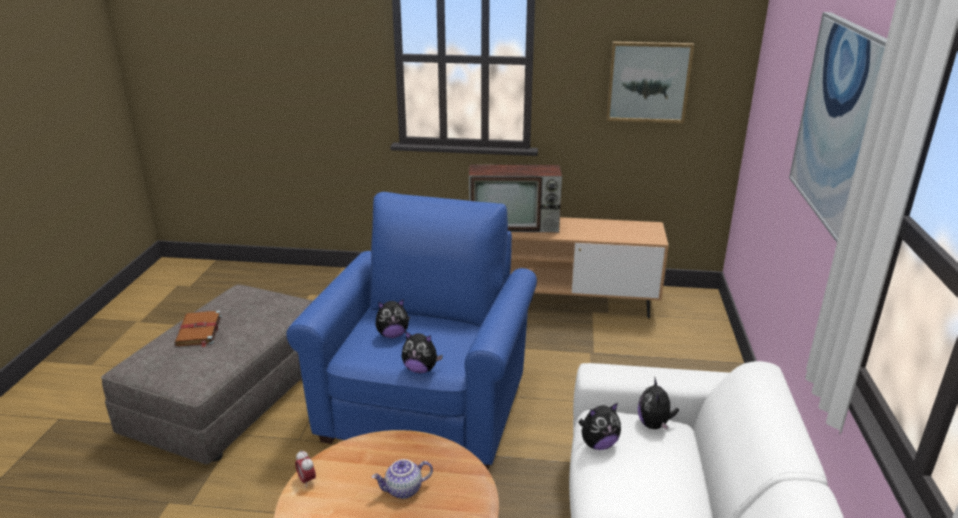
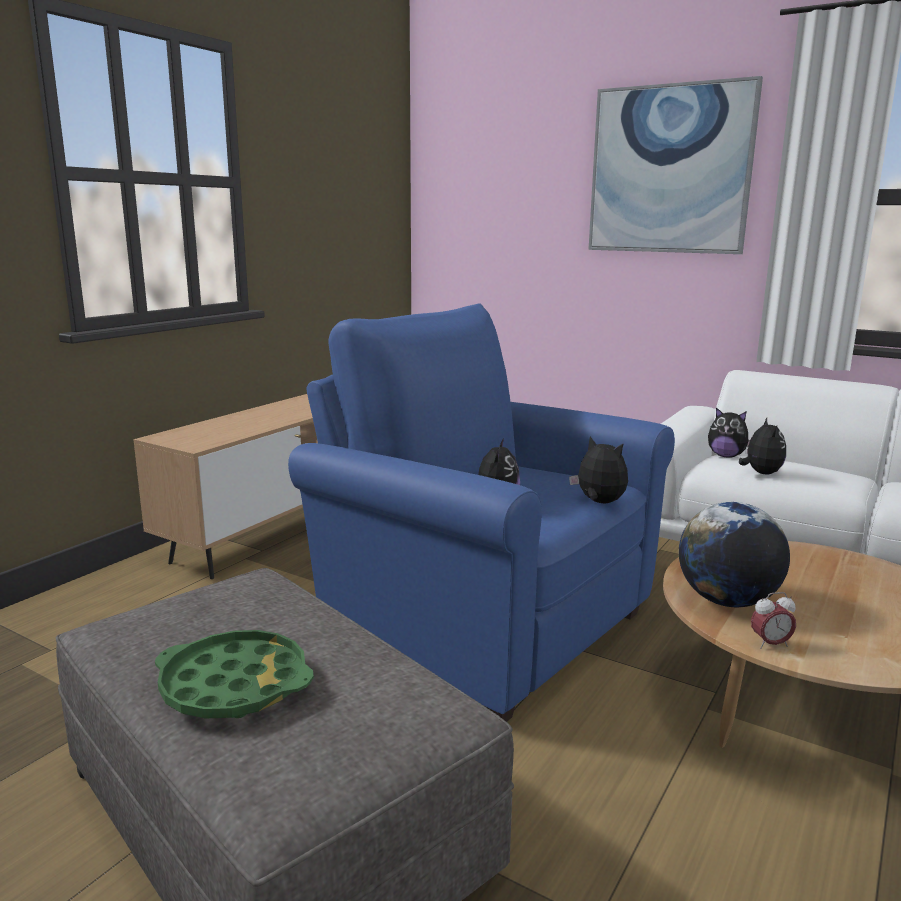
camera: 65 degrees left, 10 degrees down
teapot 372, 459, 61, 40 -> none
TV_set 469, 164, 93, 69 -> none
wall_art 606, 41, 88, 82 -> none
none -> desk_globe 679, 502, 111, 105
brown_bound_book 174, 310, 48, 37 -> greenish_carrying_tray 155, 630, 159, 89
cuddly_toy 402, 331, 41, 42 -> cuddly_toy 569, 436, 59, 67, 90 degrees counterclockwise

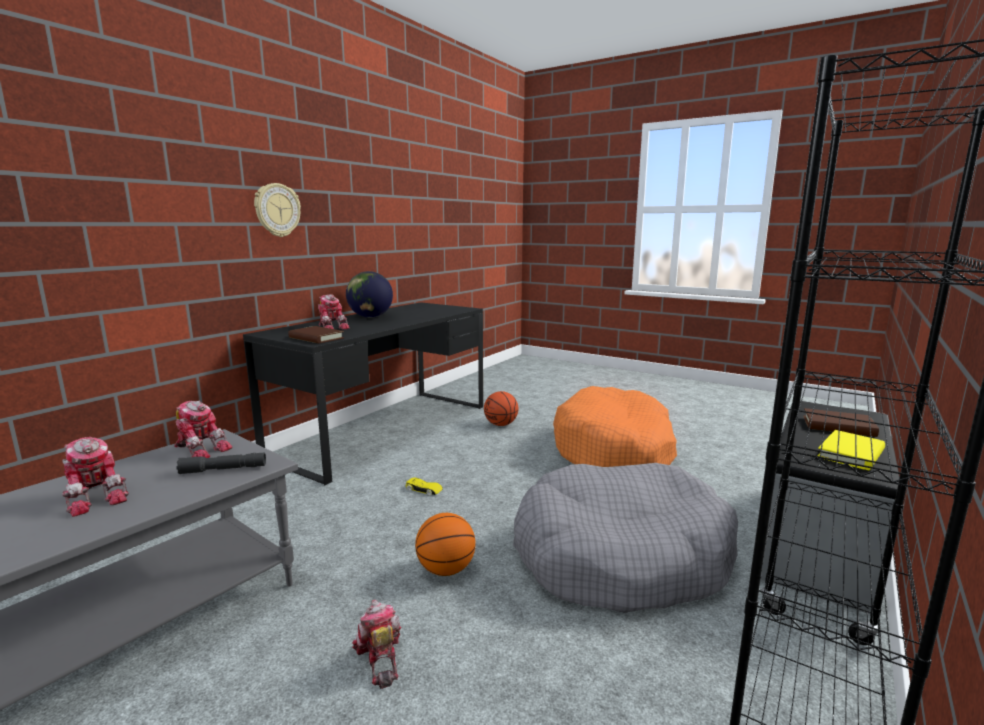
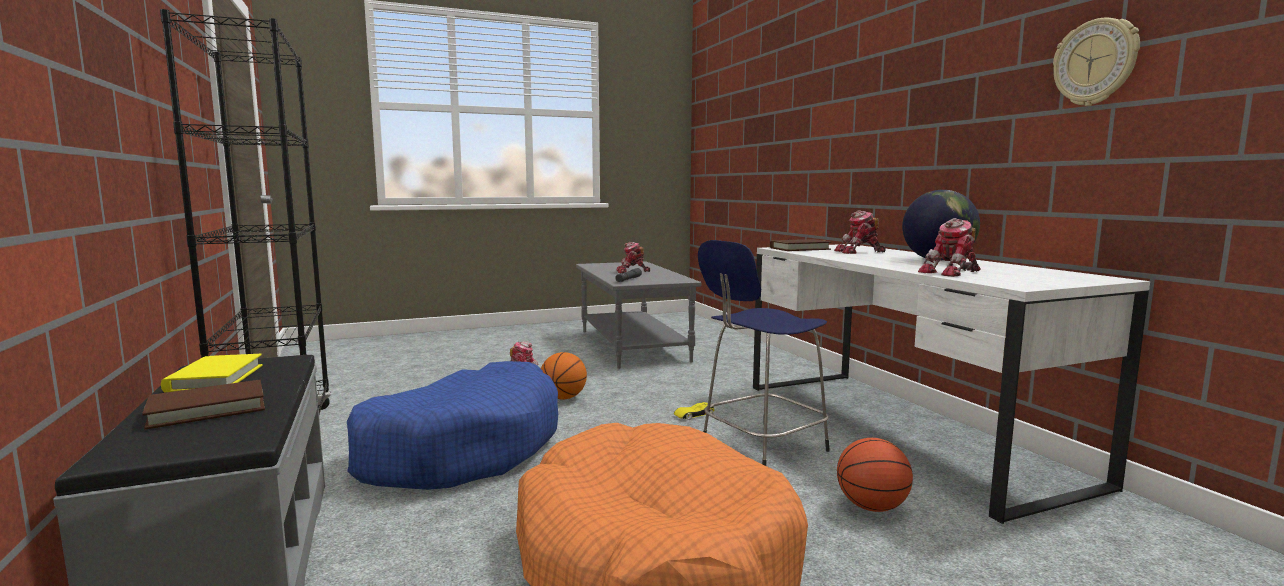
camera: 125 degrees right, 5 degrees down
none -> blue-coloured_stool_seat 698, 240, 132, 226
robot_figure 174, 400, 59, 58 -> robot_figure 918, 218, 63, 59, shifted
hanging_clock 254, 183, 47, 54 -> hanging_clock 1053, 18, 87, 88, shifted
black_desk_unit 243, 302, 240, 183 -> whitish_desk_unit 753, 244, 397, 280
greyish_dog_cushion 513, 463, 225, 150 -> blue-coloured_dog_cushion 347, 361, 211, 129

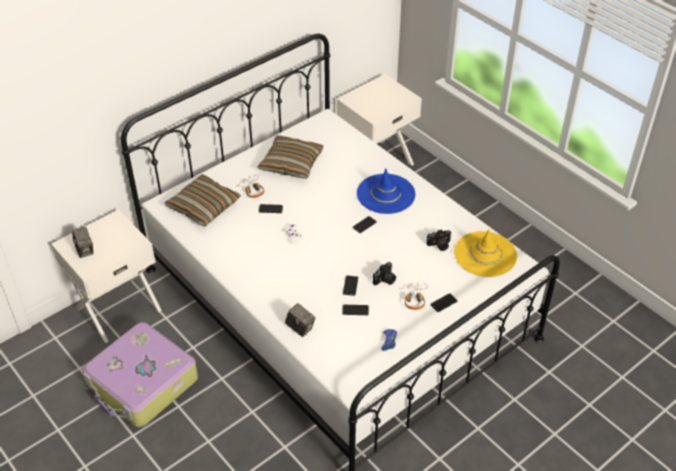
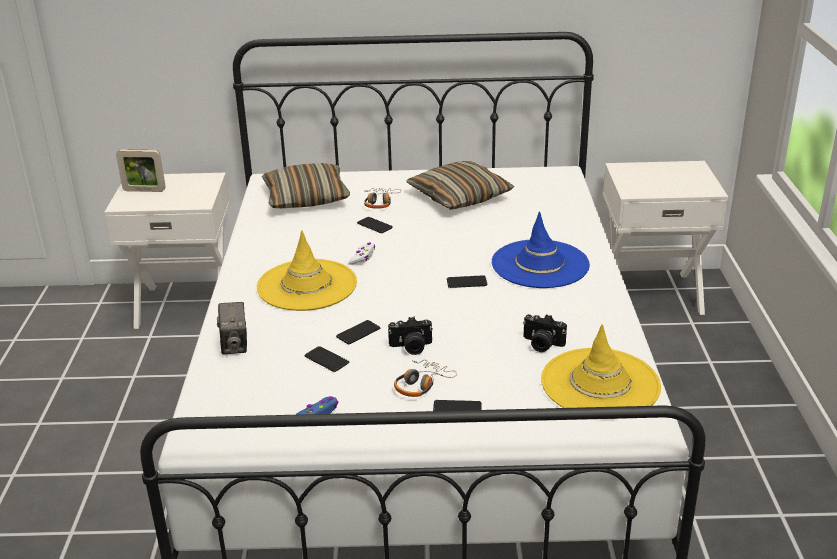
camera: 40 degrees right, 15 degrees down
suitcase 82, 322, 116, 105 -> none
none -> yellowish_hat 257, 230, 100, 81
photo_camera 72, 227, 21, 31 -> standing_frame 116, 149, 50, 43

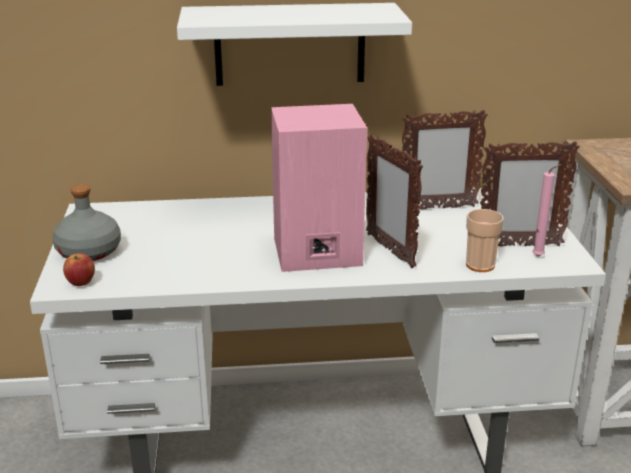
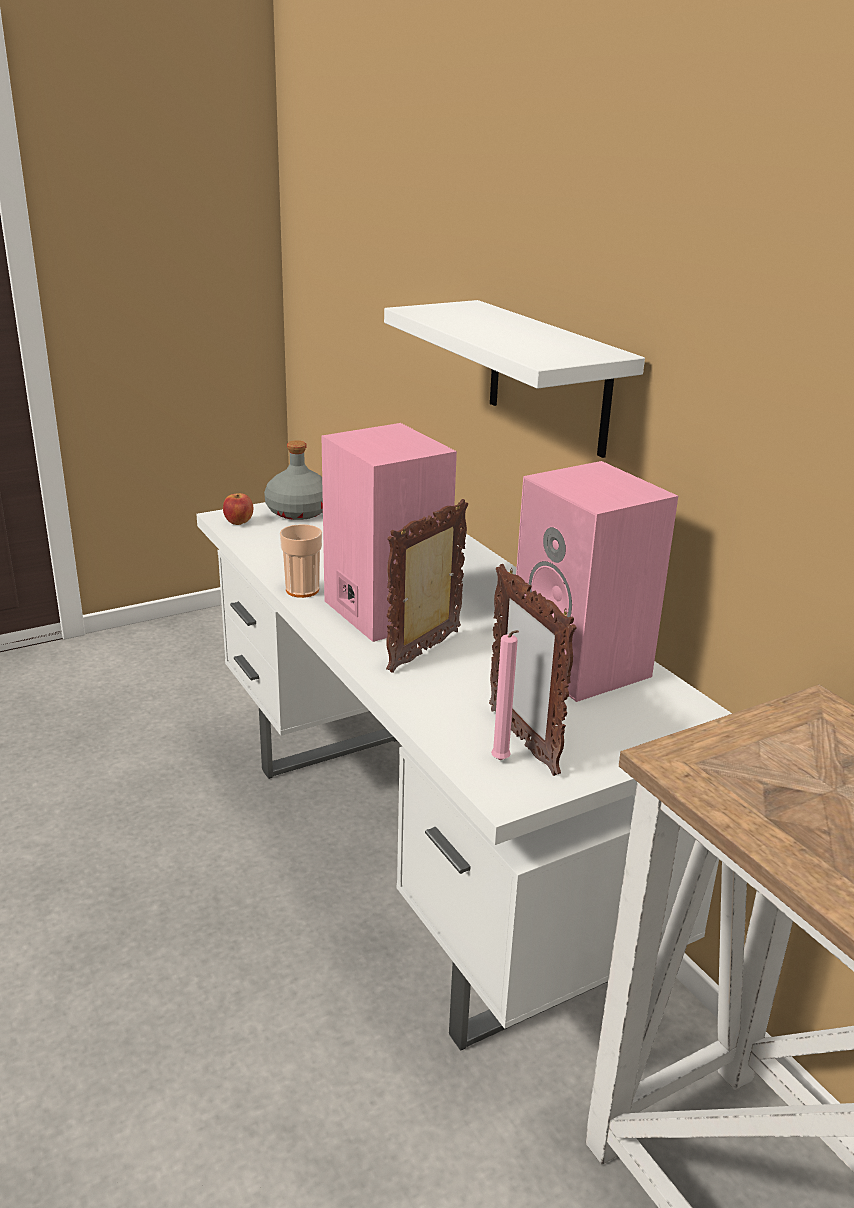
camera: 65 degrees right, 0 degrees up
small_cup 466, 209, 38, 63 -> small_cup 280, 524, 42, 74, shifted
standing_frame 402, 109, 86, 100 -> pink_loudspeaker 516, 461, 162, 241

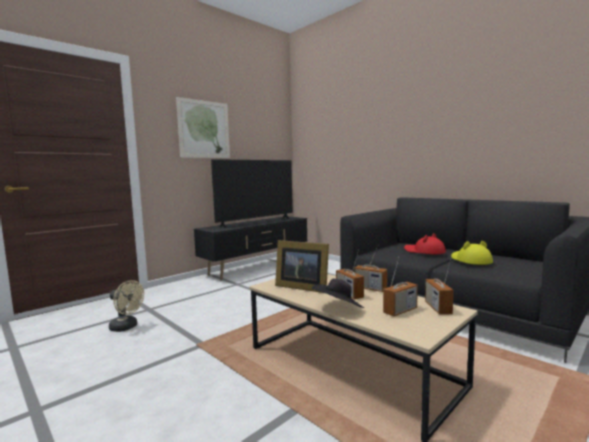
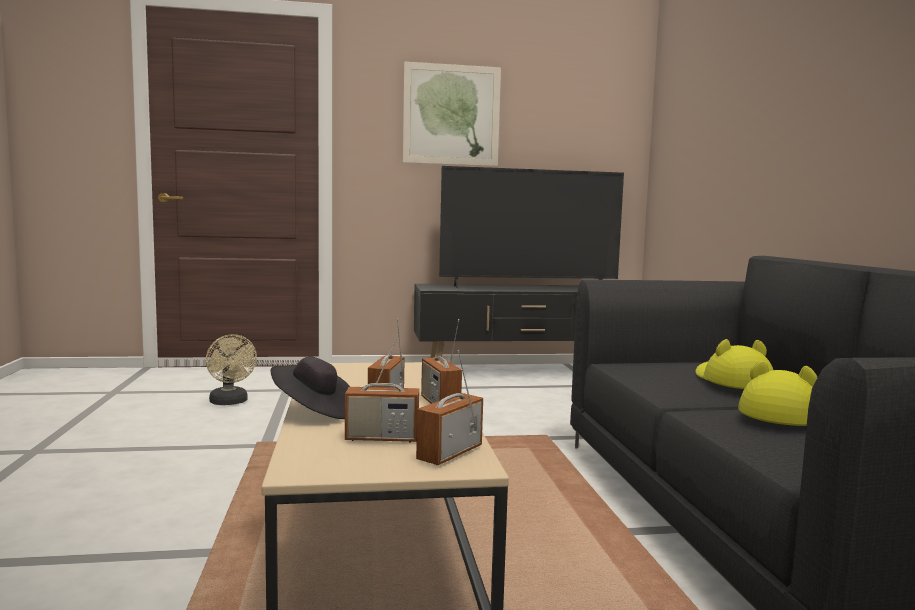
camera: 35 degrees right, 0 degrees up
standing_frame 275, 240, 54, 53 -> none
red_hat 404, 233, 42, 21 -> yellowish_hat 696, 339, 77, 50

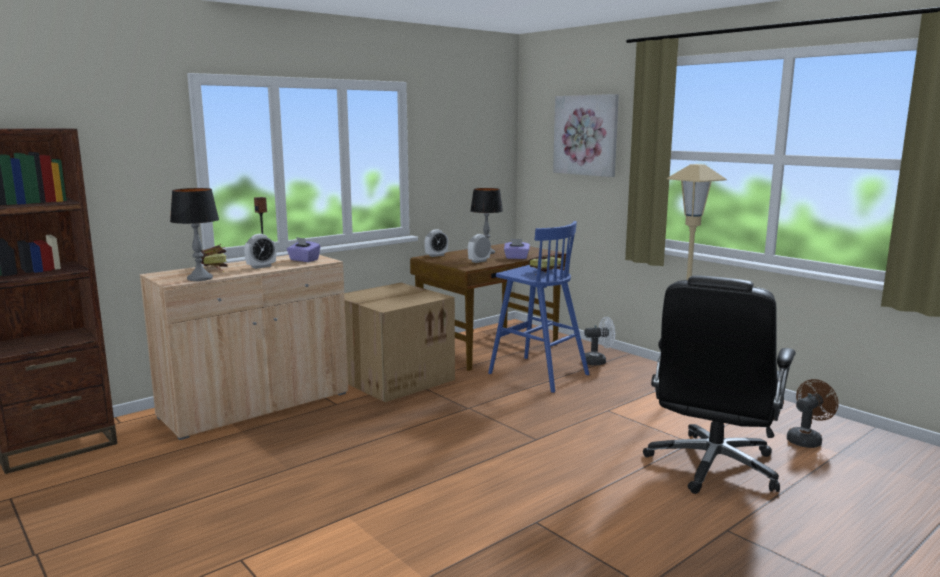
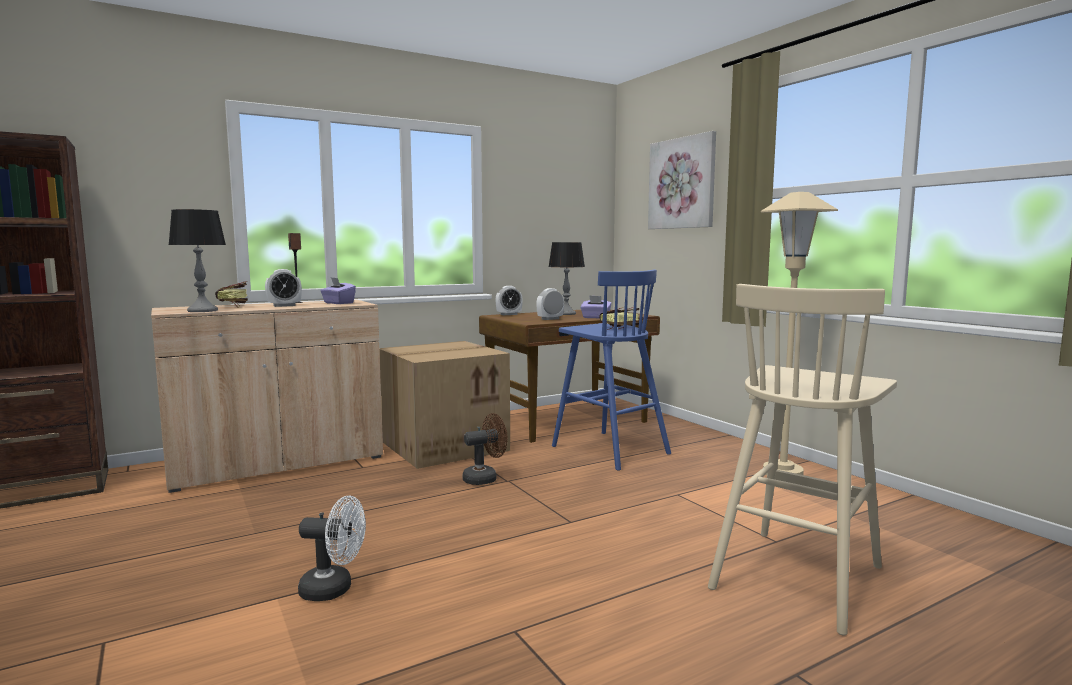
camera: 10 degrees right, 5 degrees down
whitish_fan 584, 317, 31, 48 -> whitish_fan 298, 495, 68, 106, shifted
brown_fan 787, 379, 51, 69 -> brown_fan 462, 413, 46, 72, shifted
black_computer_chair 643, 275, 153, 219 -> beige_stool_seat 708, 284, 189, 351

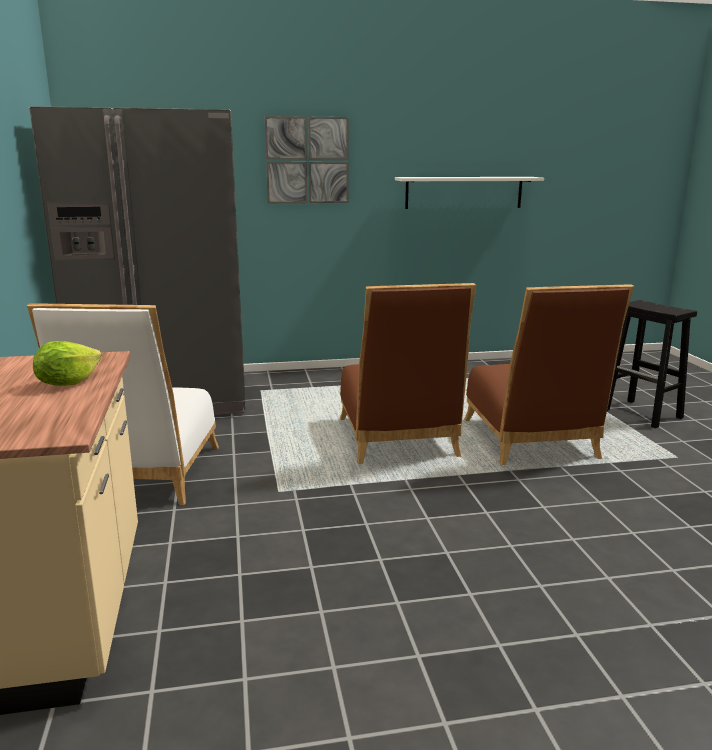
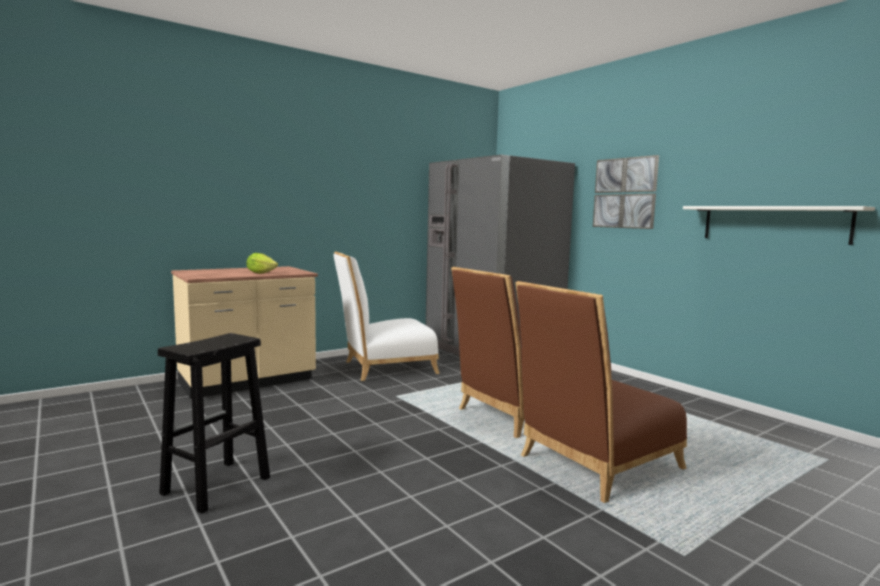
camera: 65 degrees right, 10 degrees down
black_stool_seat 607, 300, 90, 128 -> black_stool_seat 158, 333, 112, 181, shifted

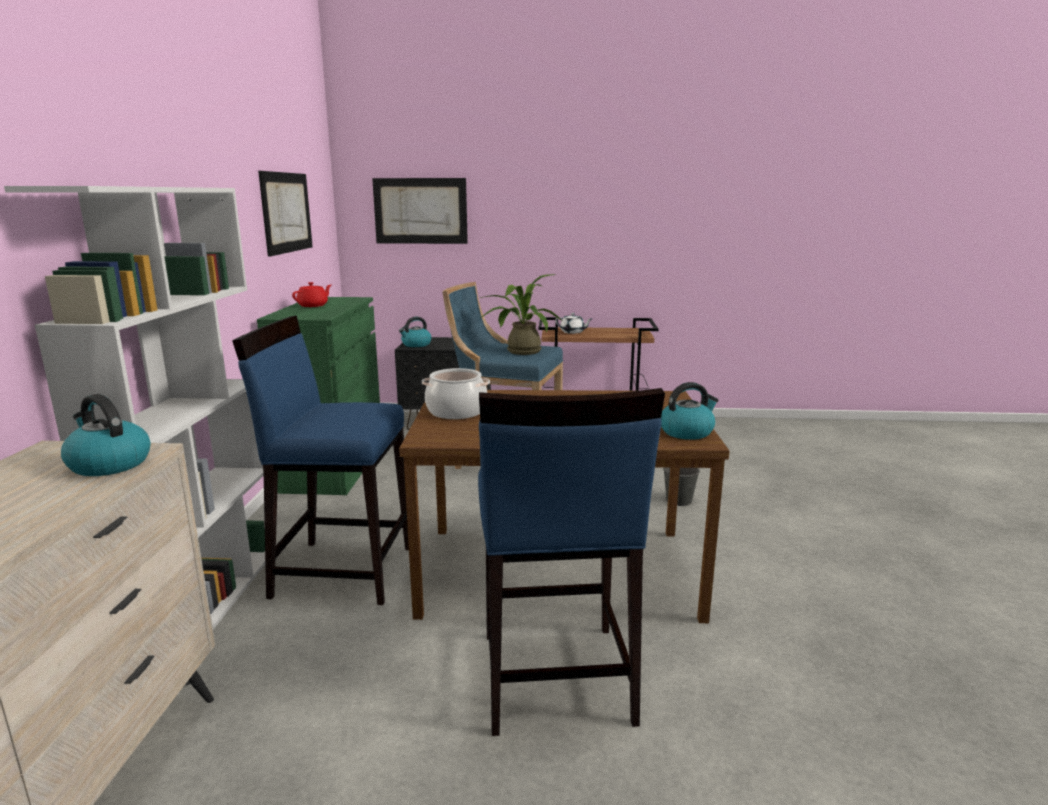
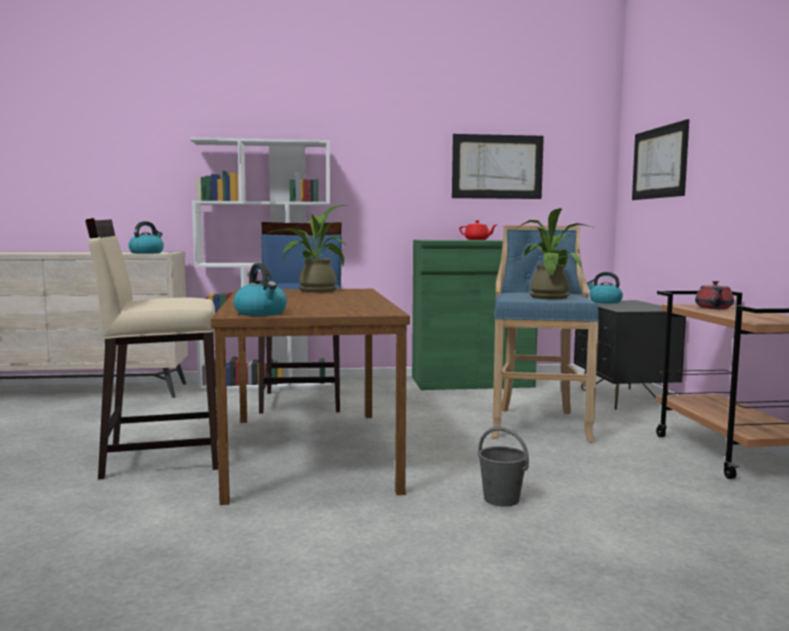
camera: 80 degrees right, 10 degrees down
saucepot 422, 368, 68, 51 -> potted_plant 268, 205, 79, 88
blue-coloured_stool_seat 478, 388, 187, 348 -> beige_stool_seat 85, 218, 133, 262
whitish_teapot 555, 313, 36, 21 -> red_teapot 695, 281, 39, 28

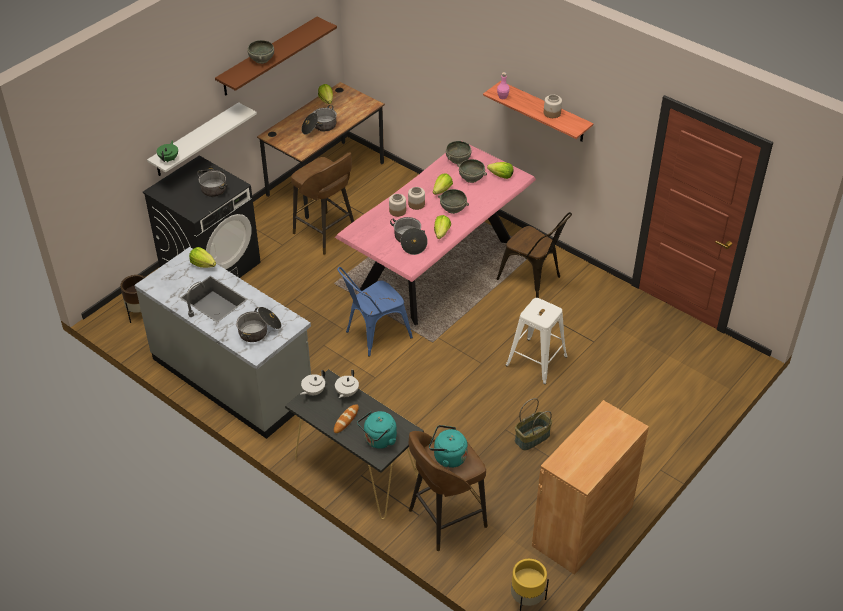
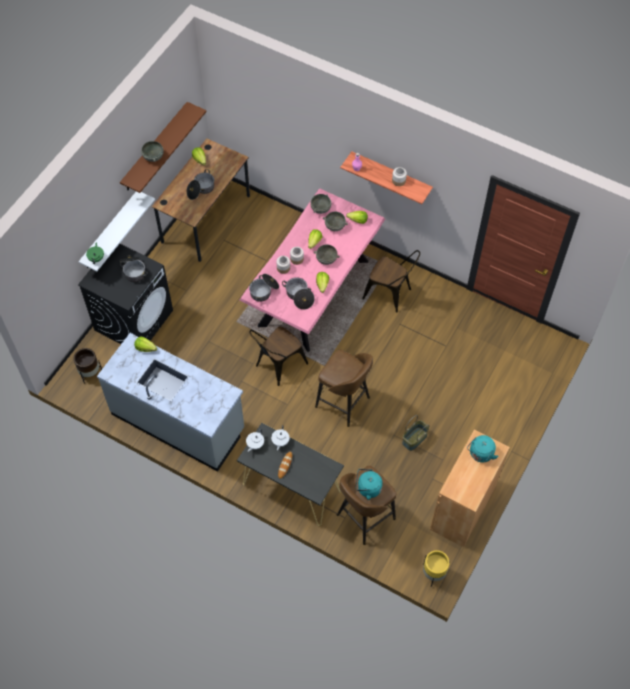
camera: 10 degrees left, 15 degrees up
whitish_stool_seat 506, 298, 62, 86 -> none
saucepot 236, 307, 46, 35 -> saucepot 249, 274, 30, 28, shifted
brown_stool_seat 291, 152, 63, 103 -> brown_stool_seat 315, 350, 58, 77, shifted
turquoise_kettle 357, 411, 40, 38 -> turquoise_kettle 467, 435, 32, 28, shifted
blue-coloured_upright_chair 337, 267, 76, 90 -> brown_upright_chair 249, 327, 59, 59

